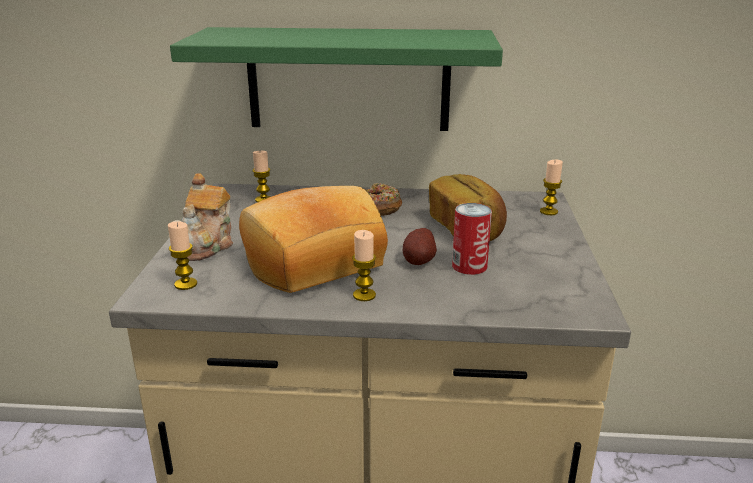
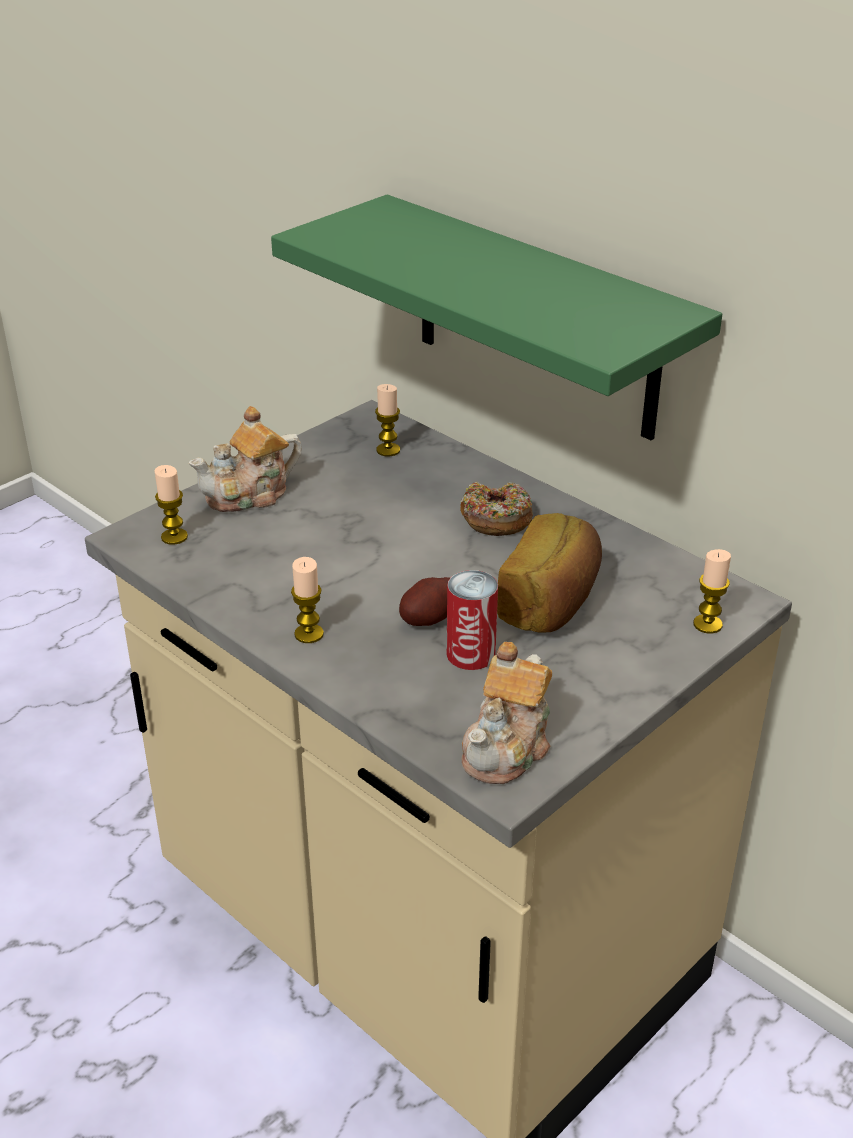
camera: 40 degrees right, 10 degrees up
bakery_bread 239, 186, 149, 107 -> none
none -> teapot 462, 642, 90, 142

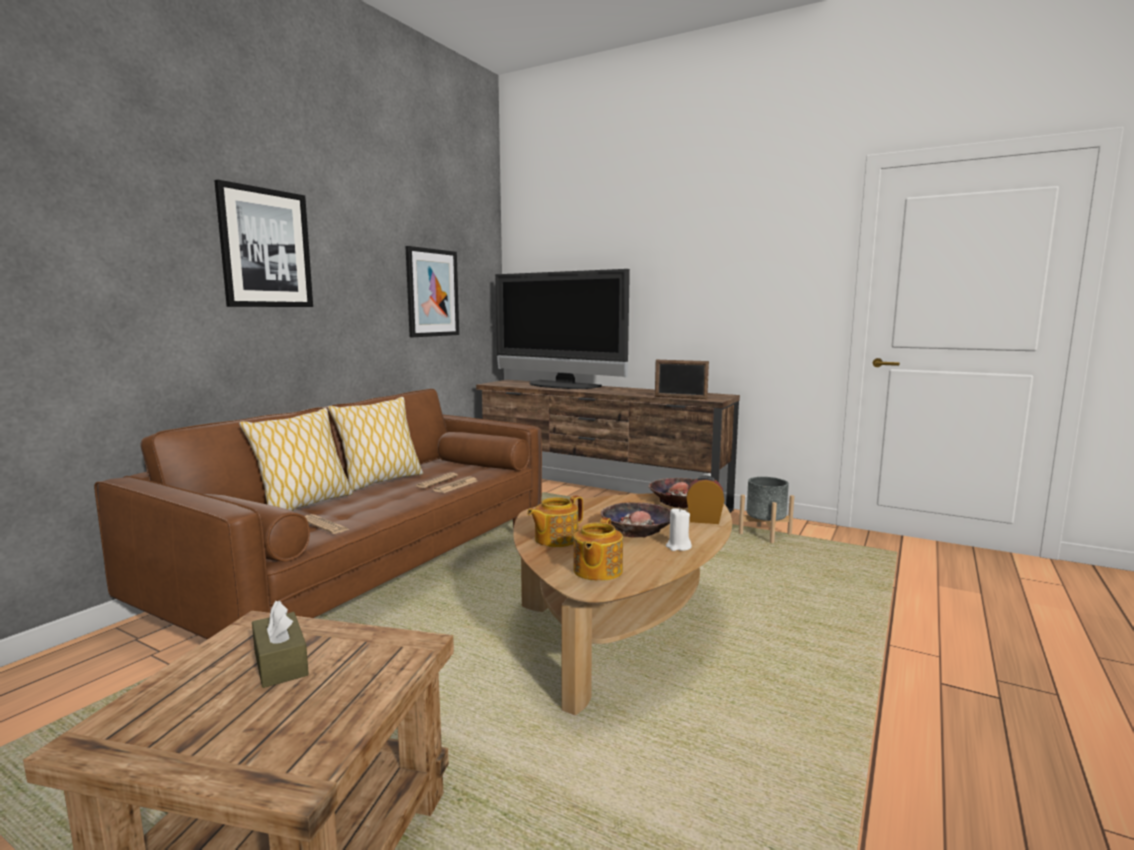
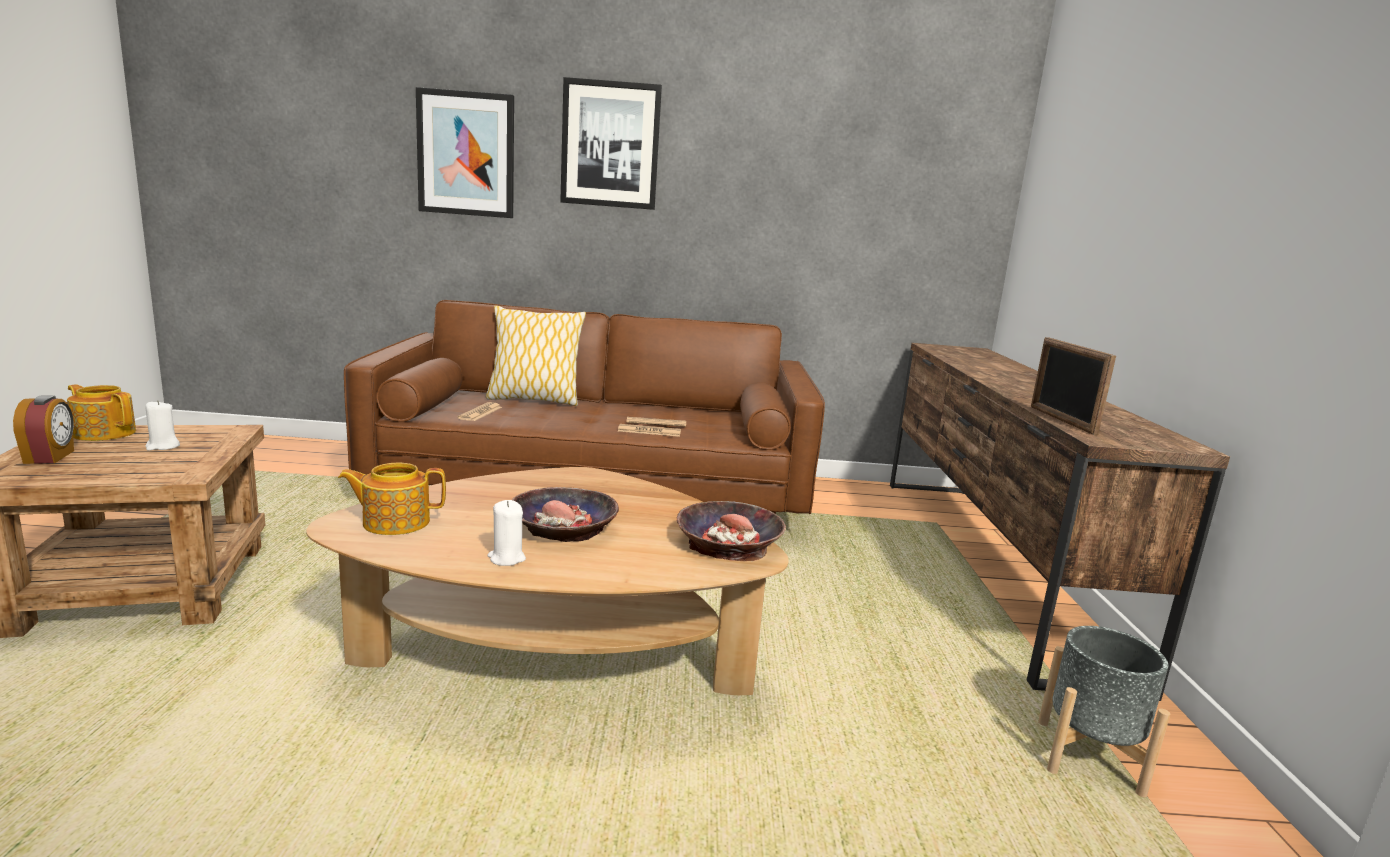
camera: 60 degrees right, 5 degrees up
throw_pillow 328, 397, 95, 95 -> none
TV_set 495, 269, 135, 120 -> none
wall_art 406, 246, 53, 91 -> wall_art 416, 87, 98, 131, shifted
teapot 527, 495, 56, 52 -> teapot 67, 384, 69, 57, shifted
bedside_clock 687, 475, 37, 49 -> bedside_clock 13, 395, 61, 69, shifted
brown_tissue_holder 252, 601, 57, 87 -> whitish_wax_candle 145, 400, 35, 51

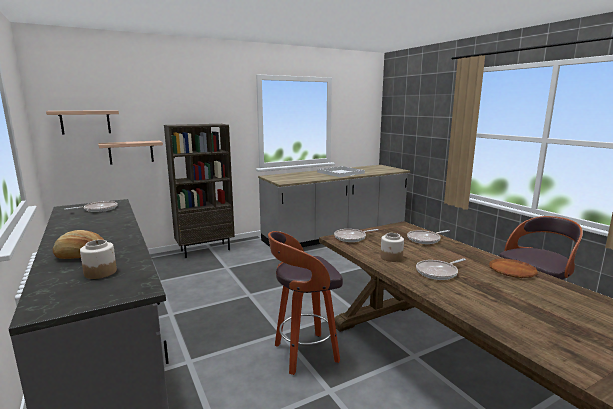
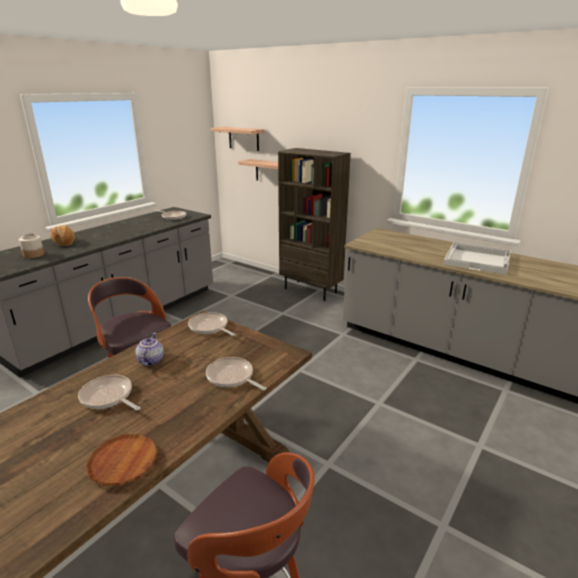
camera: 65 degrees right, 10 degrees up
jar 380, 233, 24, 29 -> teapot 135, 333, 29, 33

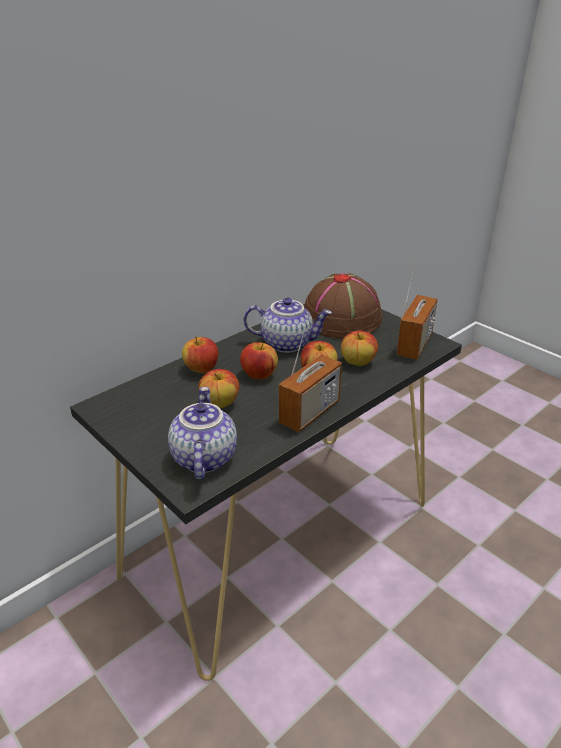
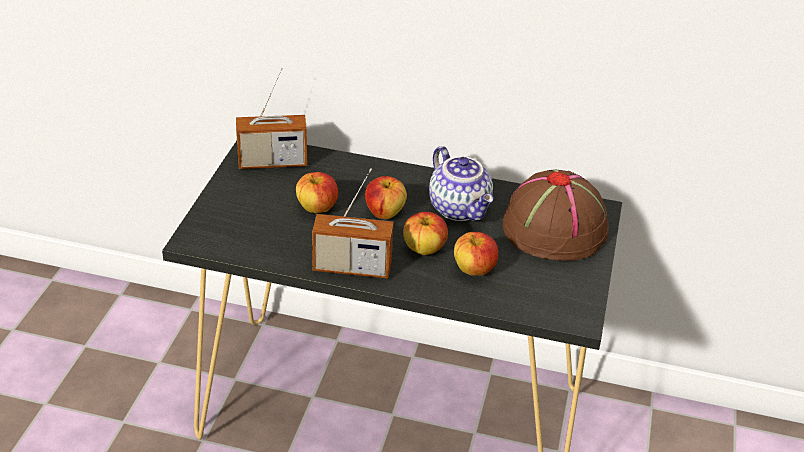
camera: 55 degrees right, 5 degrees up
teapot 168, 387, 69, 93 -> none
apple_fruit 182, 337, 36, 36 -> none
radio_set 396, 259, 41, 101 -> radio_set 236, 68, 71, 101, shifted

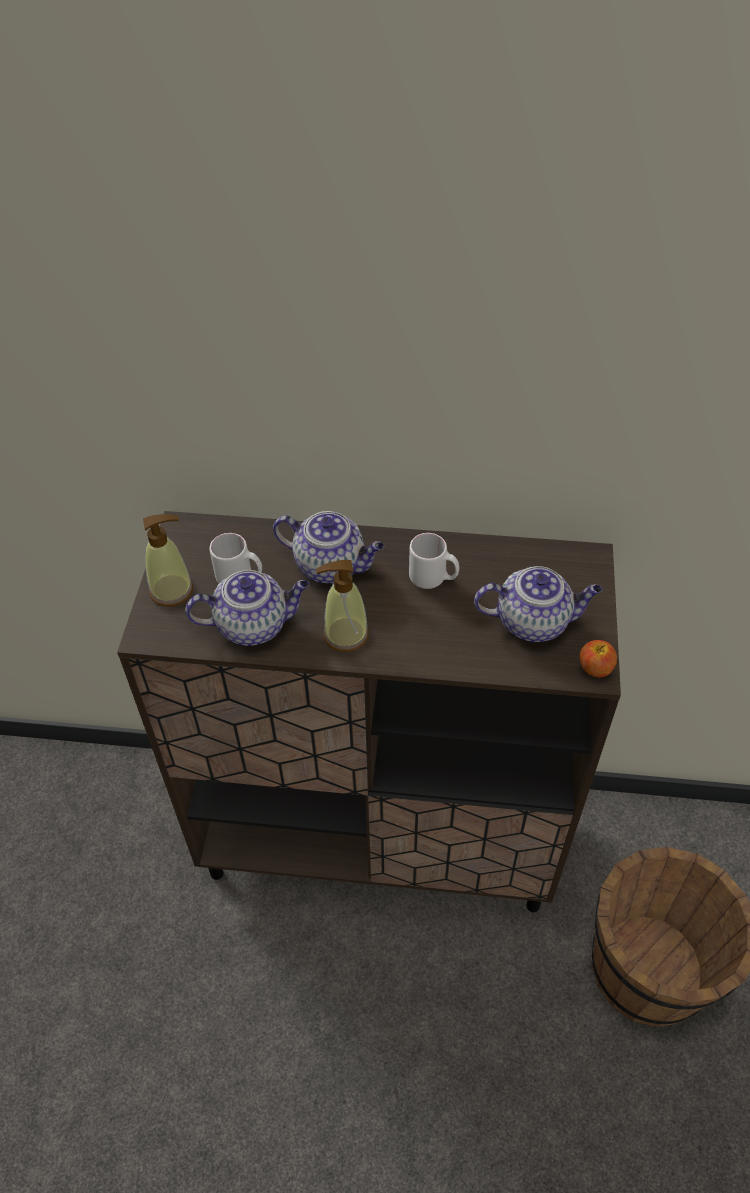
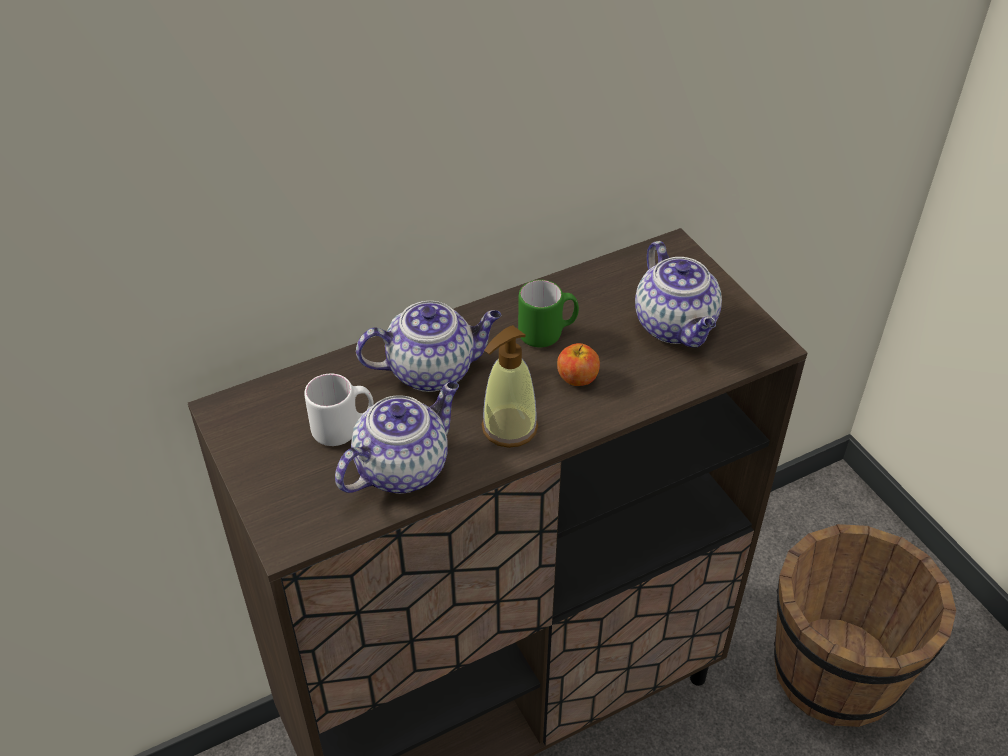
camera: 35 degrees left, 5 degrees down
soap_bottle 143, 514, 50, 93 -> none
apple_fruit 579, 640, 38, 38 -> apple_fruit 557, 343, 43, 43, shifted
whitish_mug 409, 533, 50, 56 -> greenish_mug 518, 280, 61, 68
teapot 474, 566, 128, 76 -> teapot 635, 241, 87, 106, 105 degrees clockwise

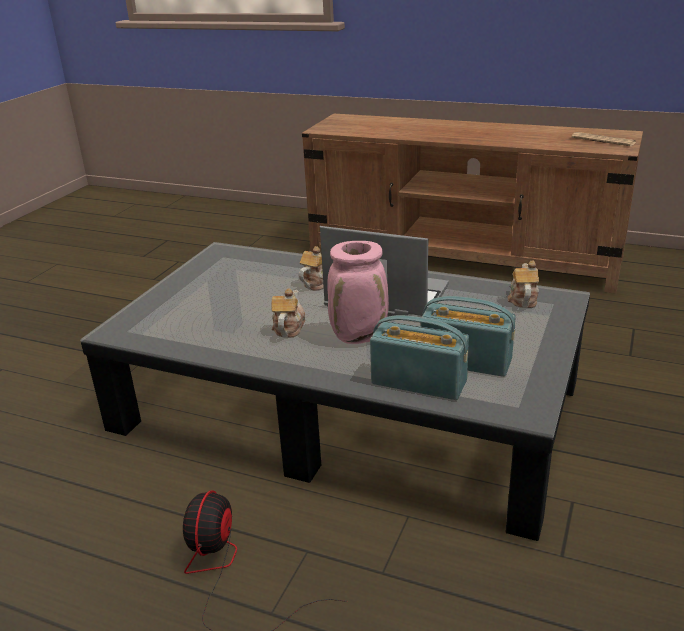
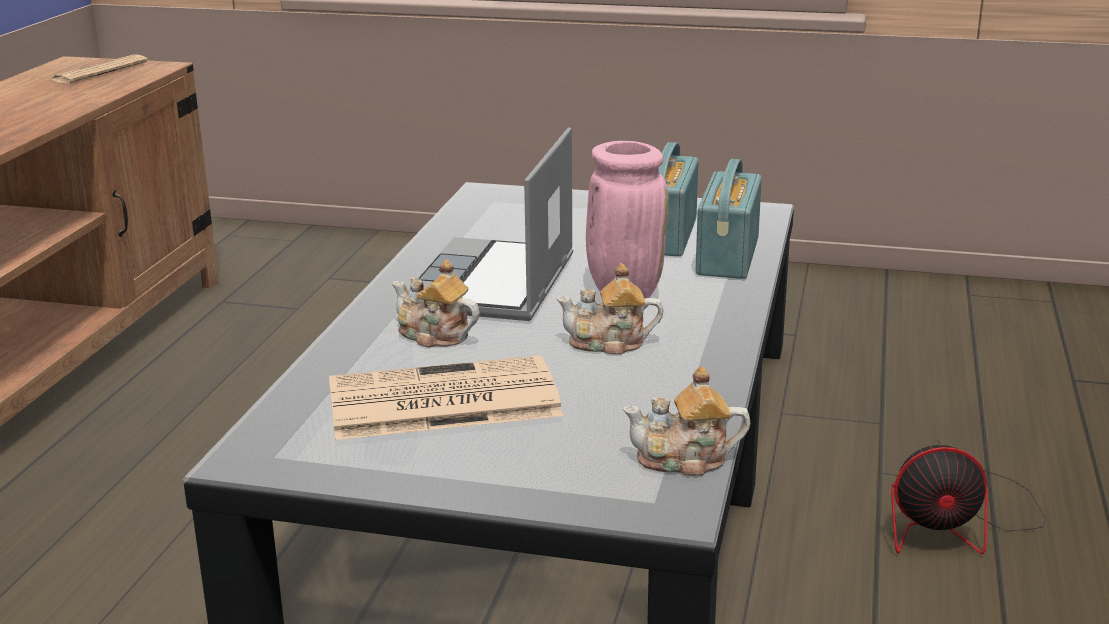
camera: 100 degrees left, 5 degrees down
none -> printed_paper 329, 355, 234, 85
teapot 508, 260, 31, 48 -> teapot 623, 366, 127, 110, shifted

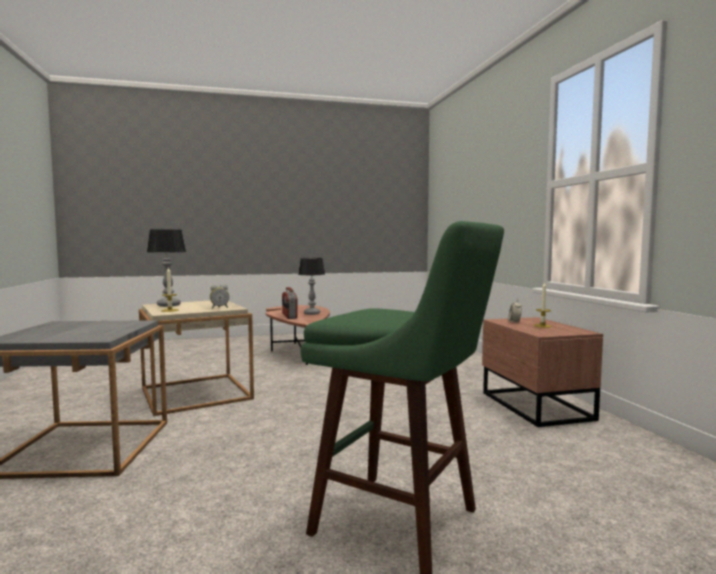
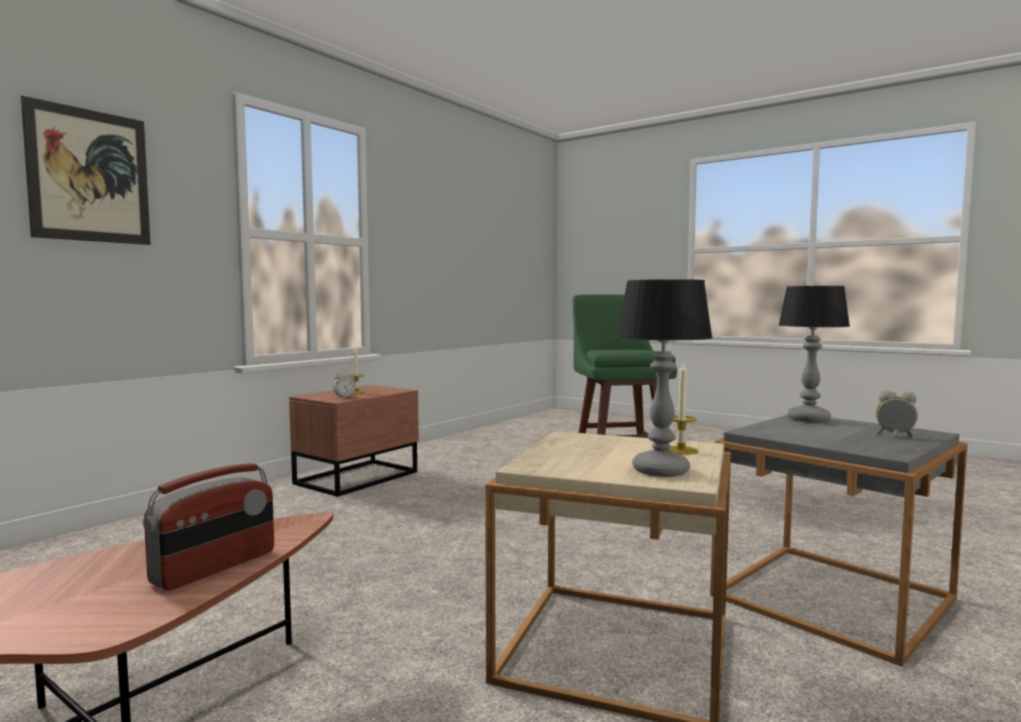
camera: 130 degrees left, 0 degrees up
none -> wall_art 21, 96, 130, 149
bedside_clock 210, 285, 19, 24 -> bedside_clock 876, 391, 42, 47, shifted
table_lamp 298, 258, 27, 57 -> table_lamp 779, 286, 71, 137, shifted

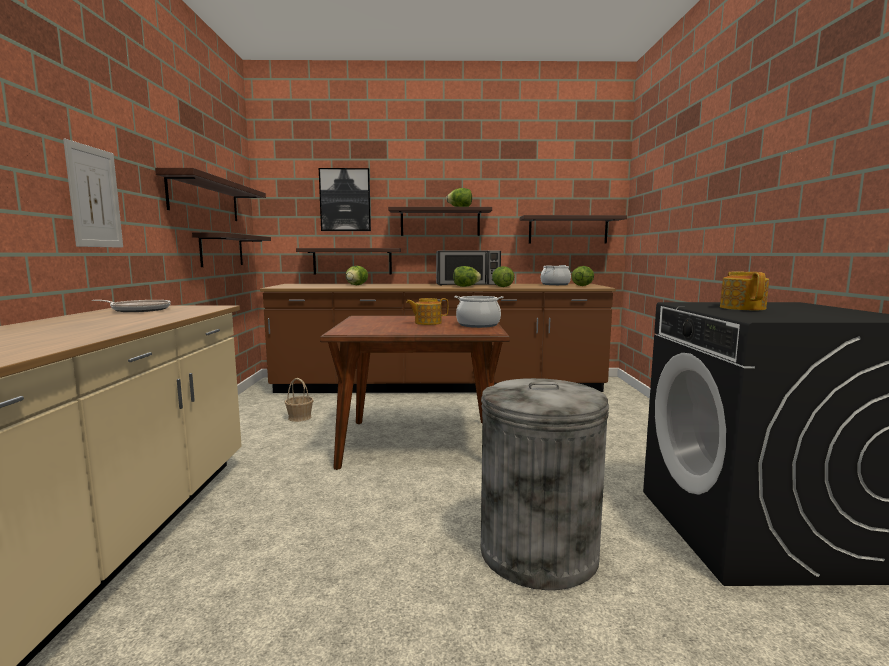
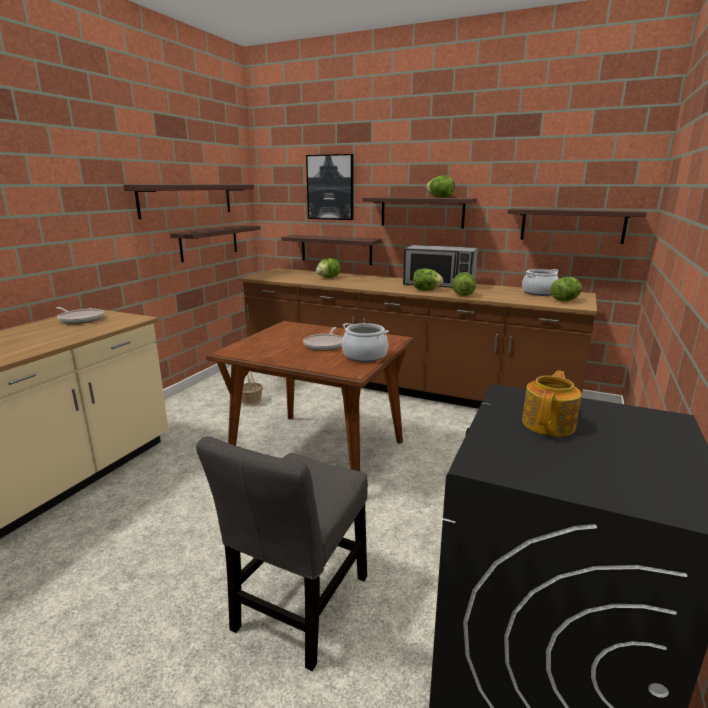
camera: 25 degrees right, 10 degrees up
wall_art 63, 139, 60, 109 -> none
teapot 406, 298, 42, 27 -> pan 303, 327, 40, 24
greyish_rubbish_bin 481, 378, 128, 212 -> greyish_upright_chair 196, 436, 172, 235

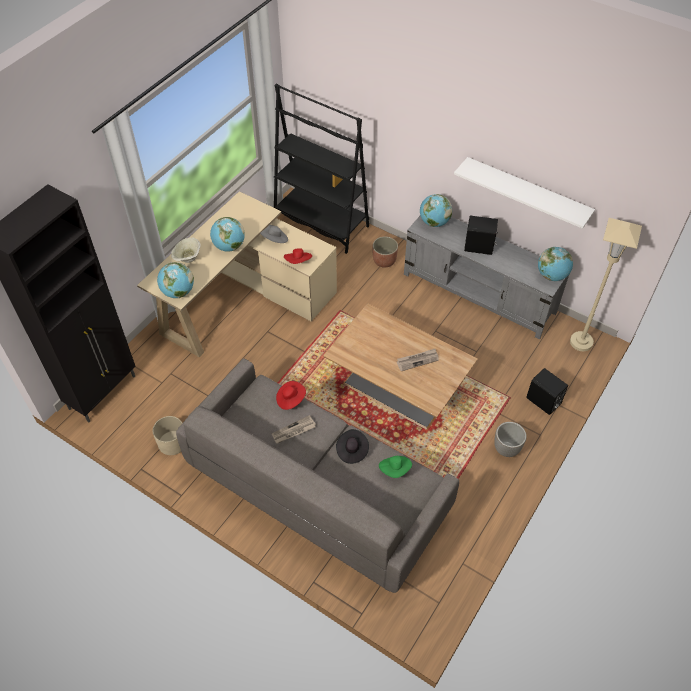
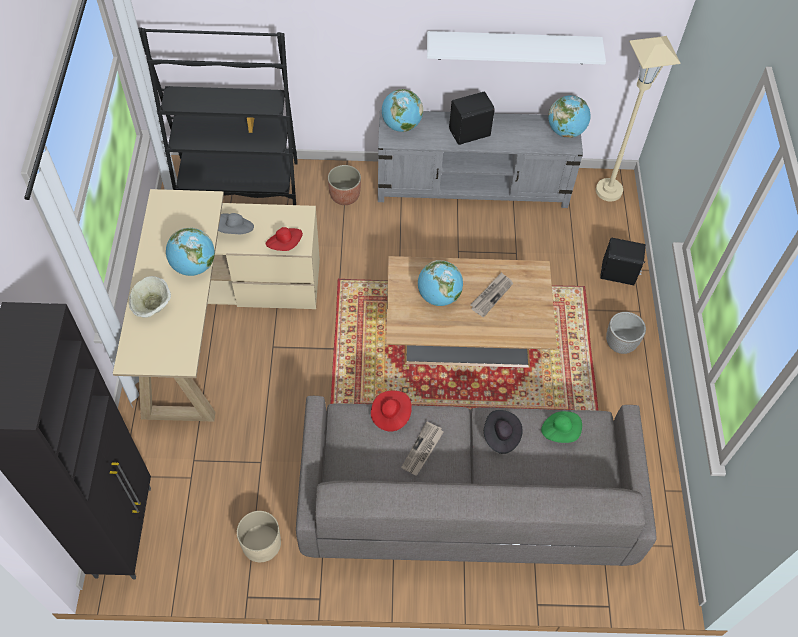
camera: 35 degrees left, 5 degrees up
desk_globe 157, 262, 37, 36 -> desk_globe 418, 260, 45, 46, shifted

